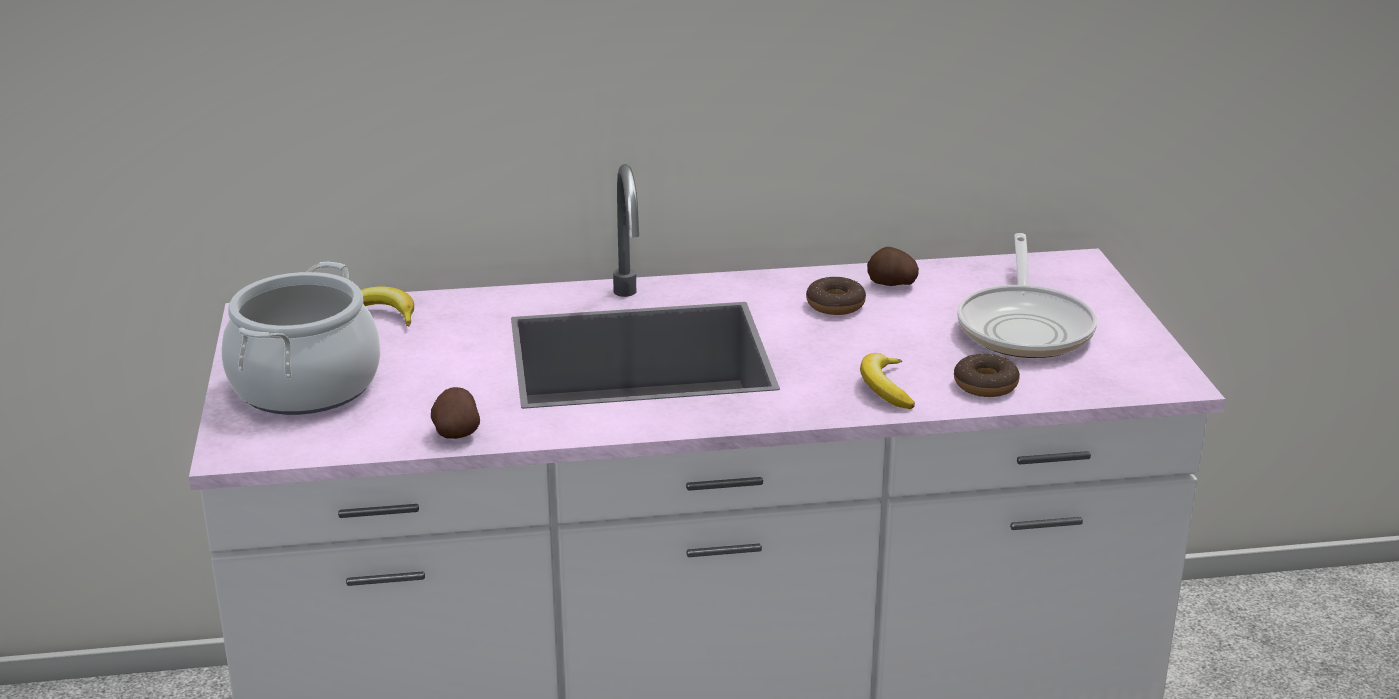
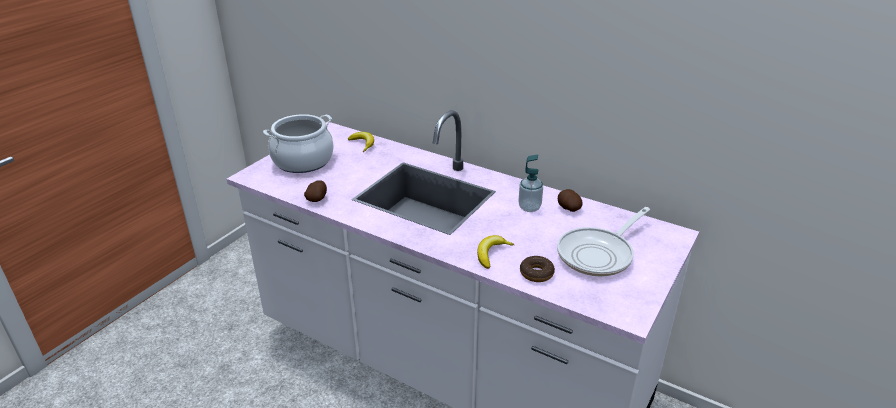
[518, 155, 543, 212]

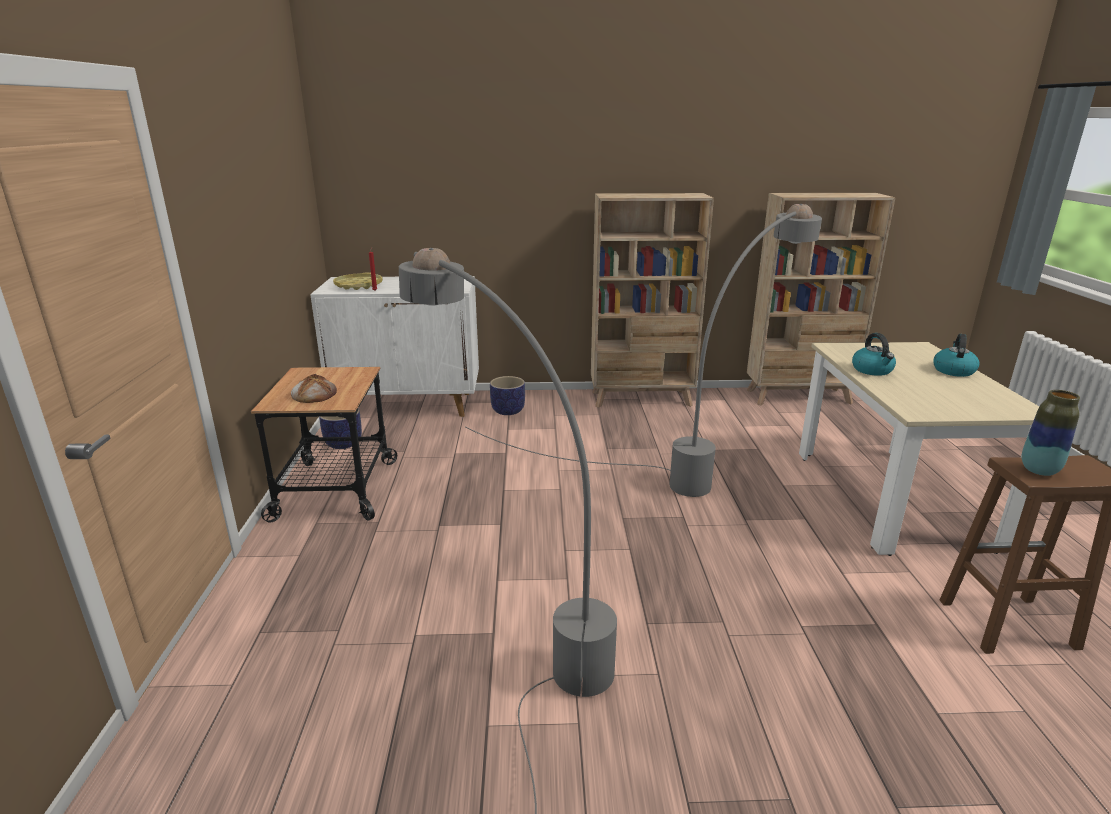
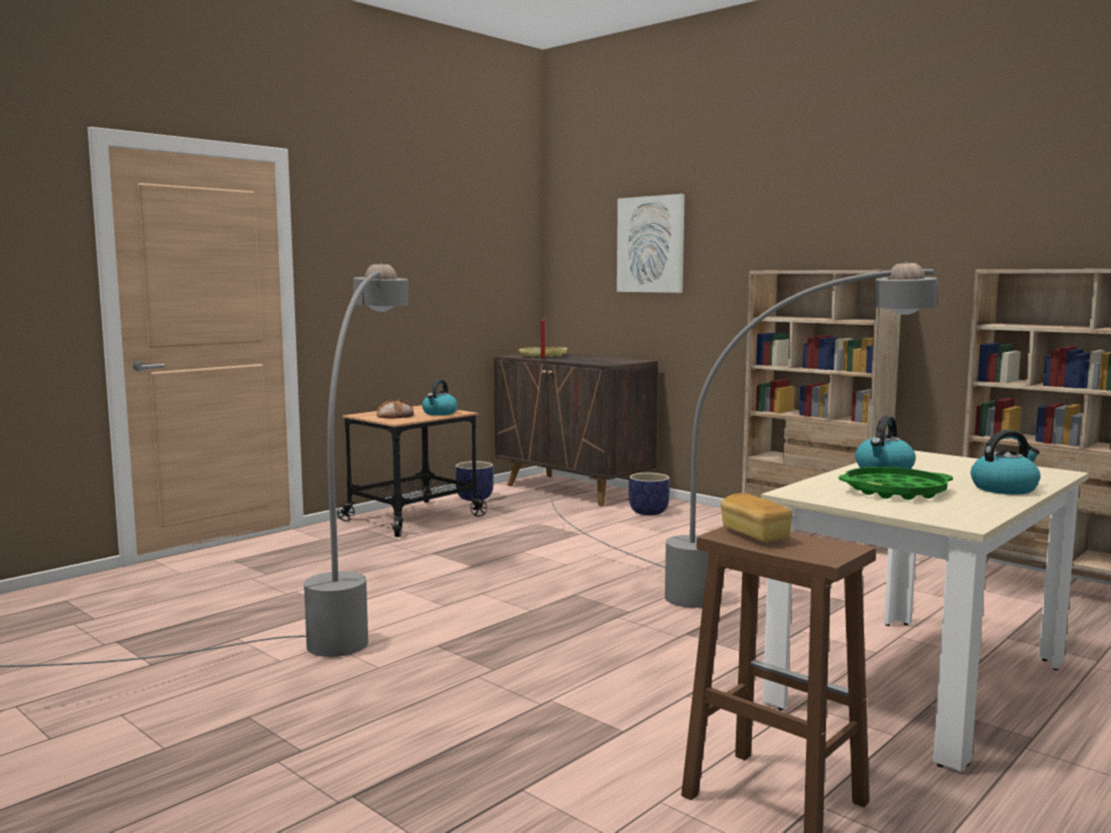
[422, 380, 458, 415]
[617, 194, 685, 293]
[839, 467, 953, 500]
[721, 493, 792, 542]
[494, 354, 658, 506]

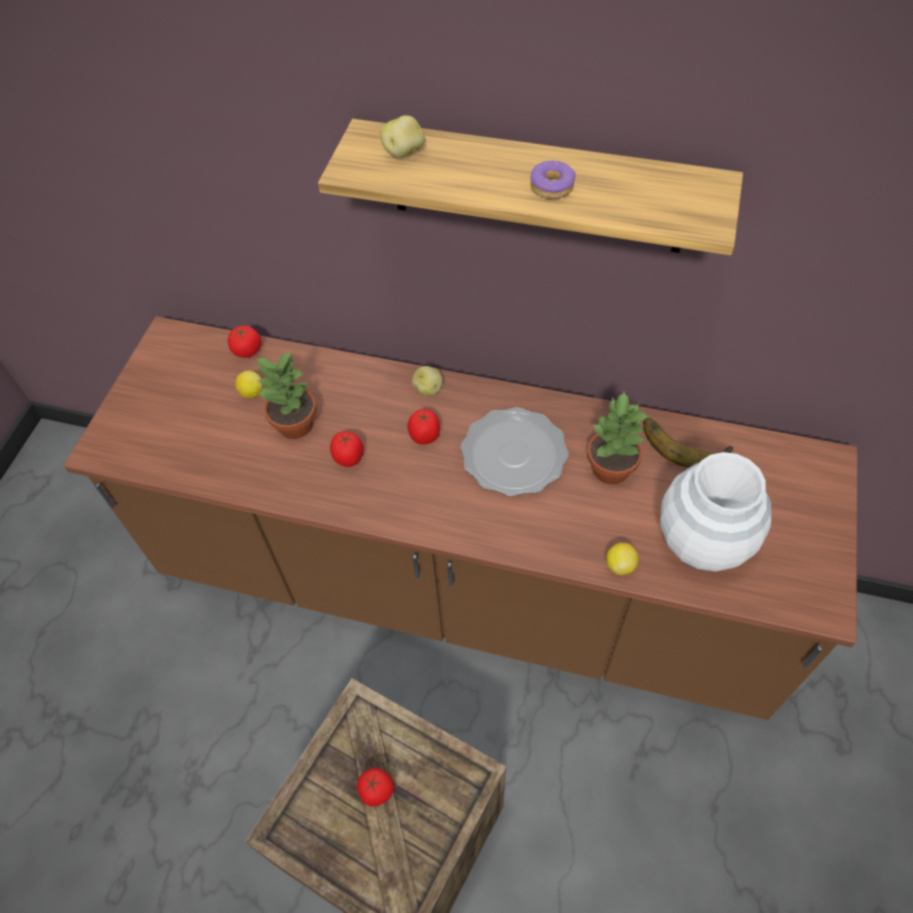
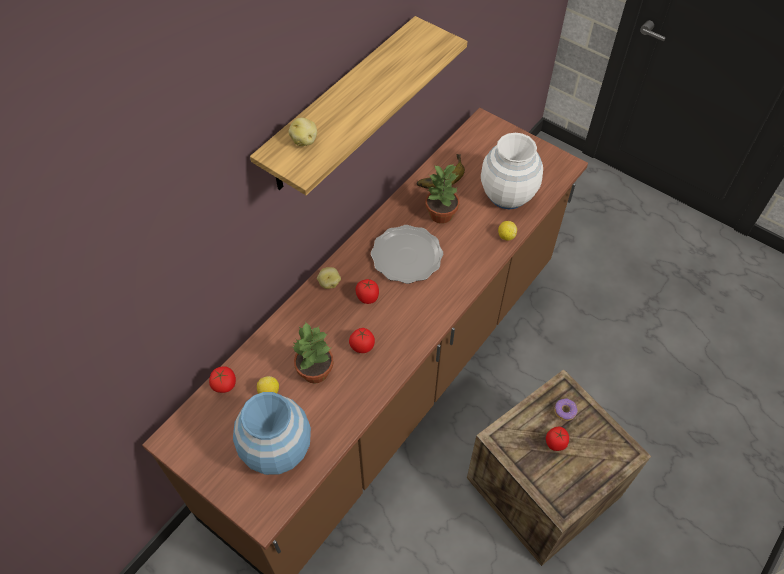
[233, 392, 311, 475]
[554, 399, 577, 421]

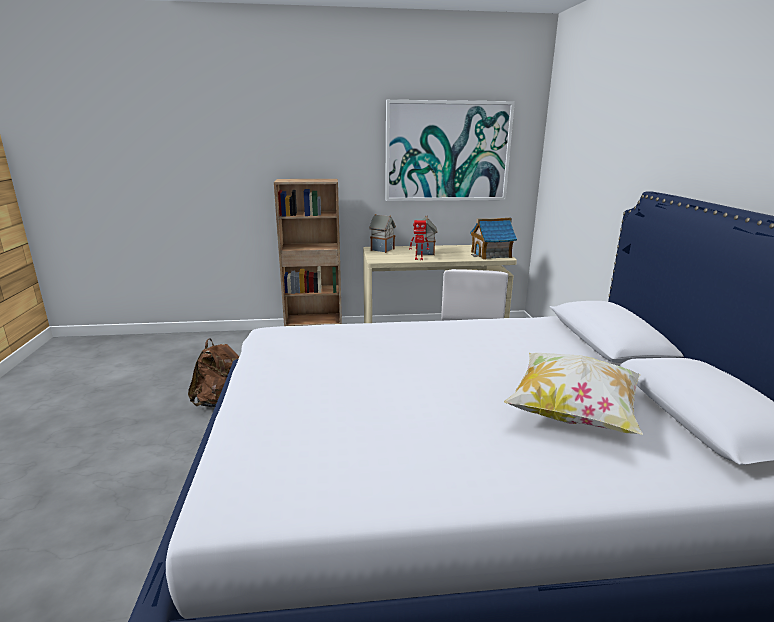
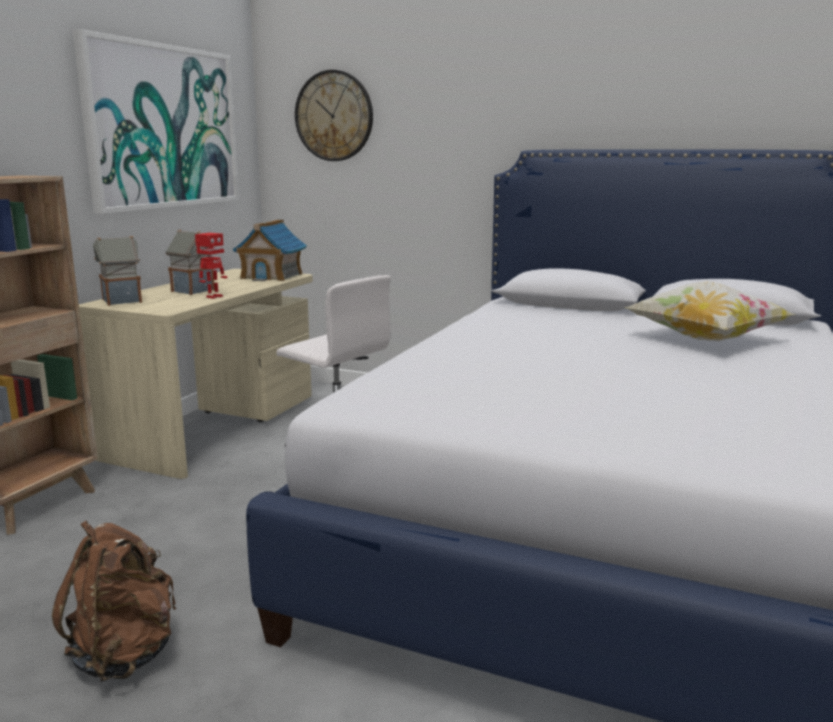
[295, 70, 373, 161]

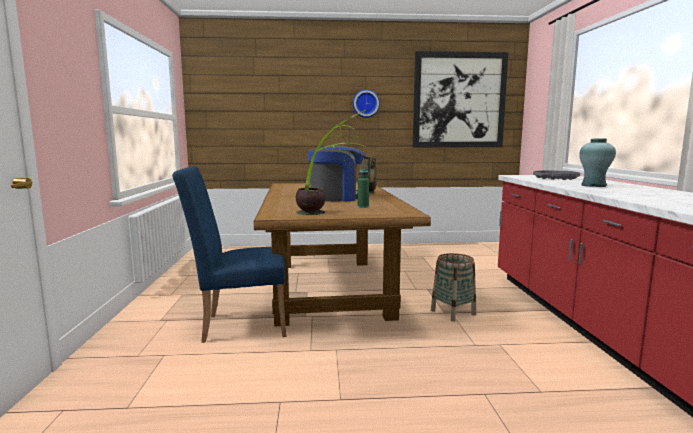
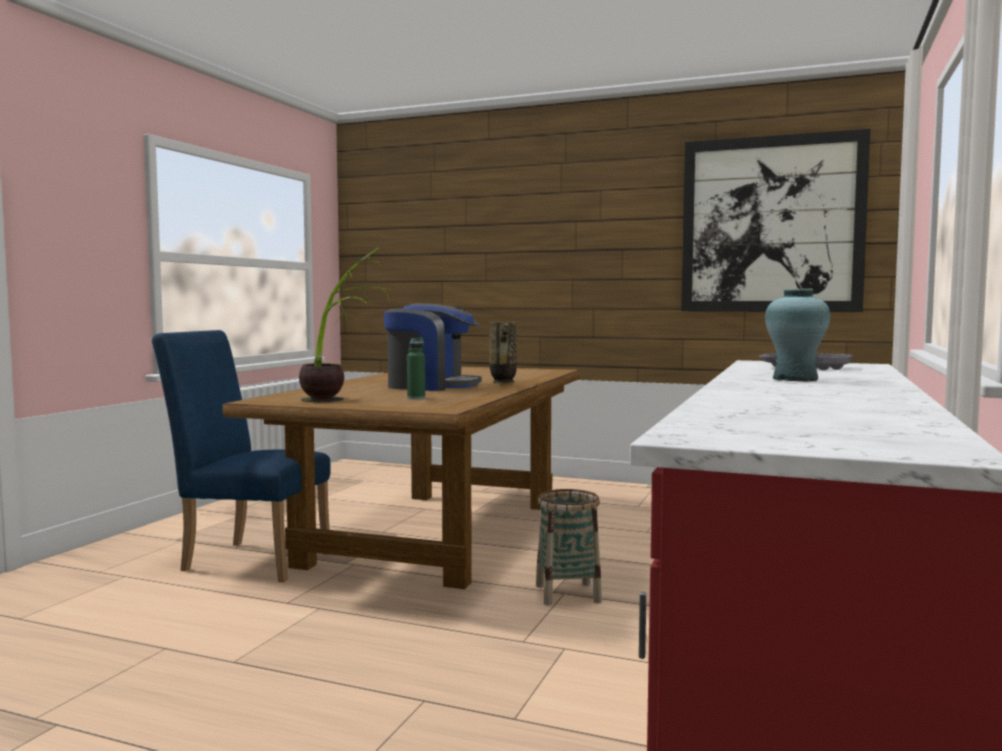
[352, 89, 380, 118] (first image)

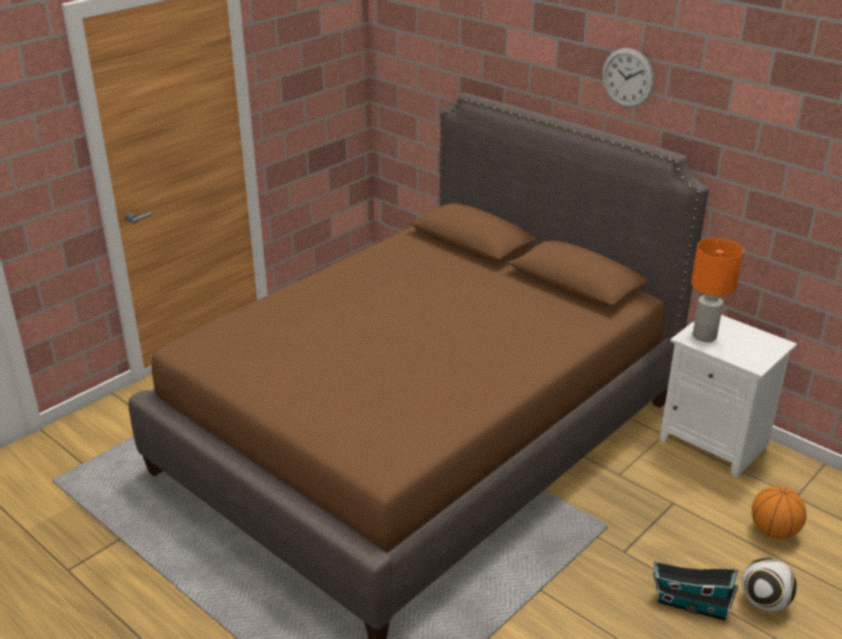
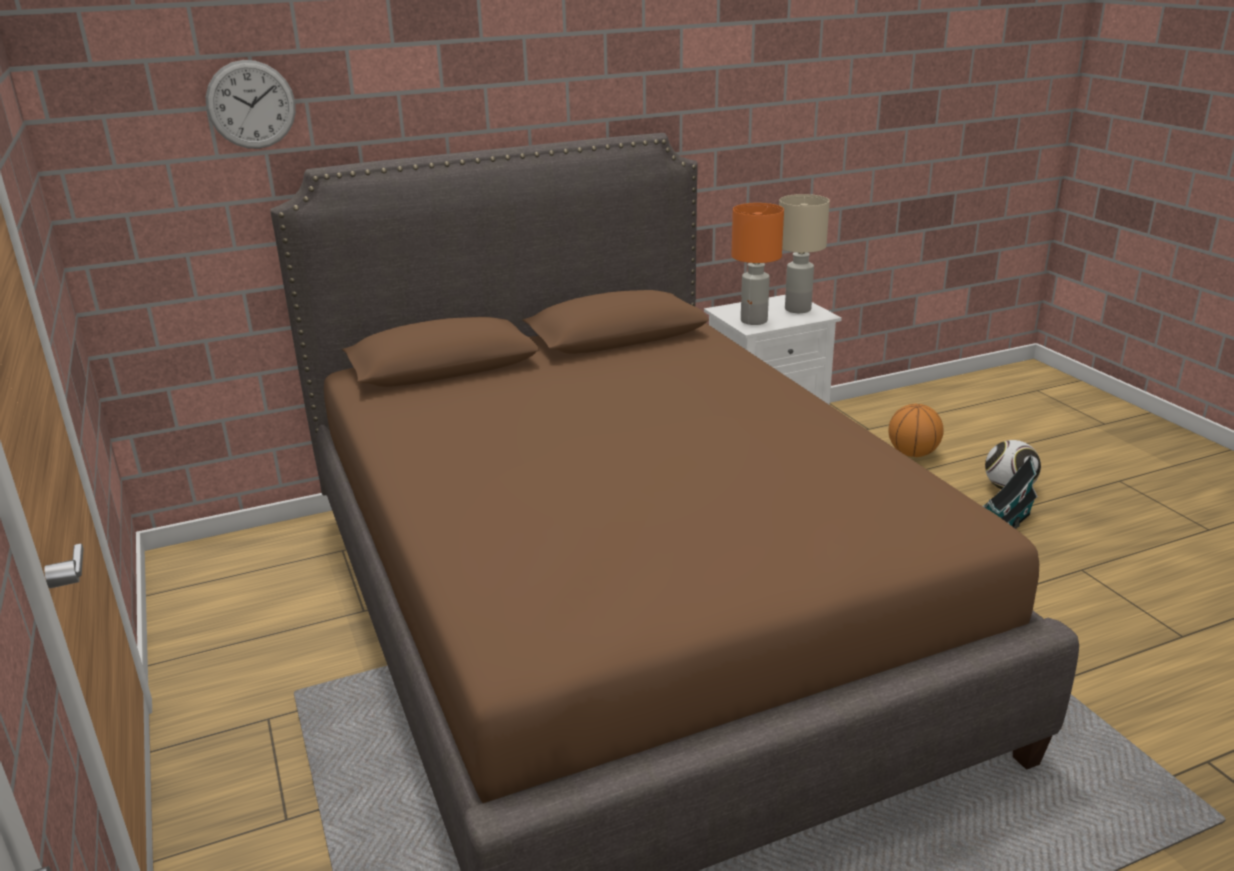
[779, 194, 830, 313]
[206, 60, 296, 149]

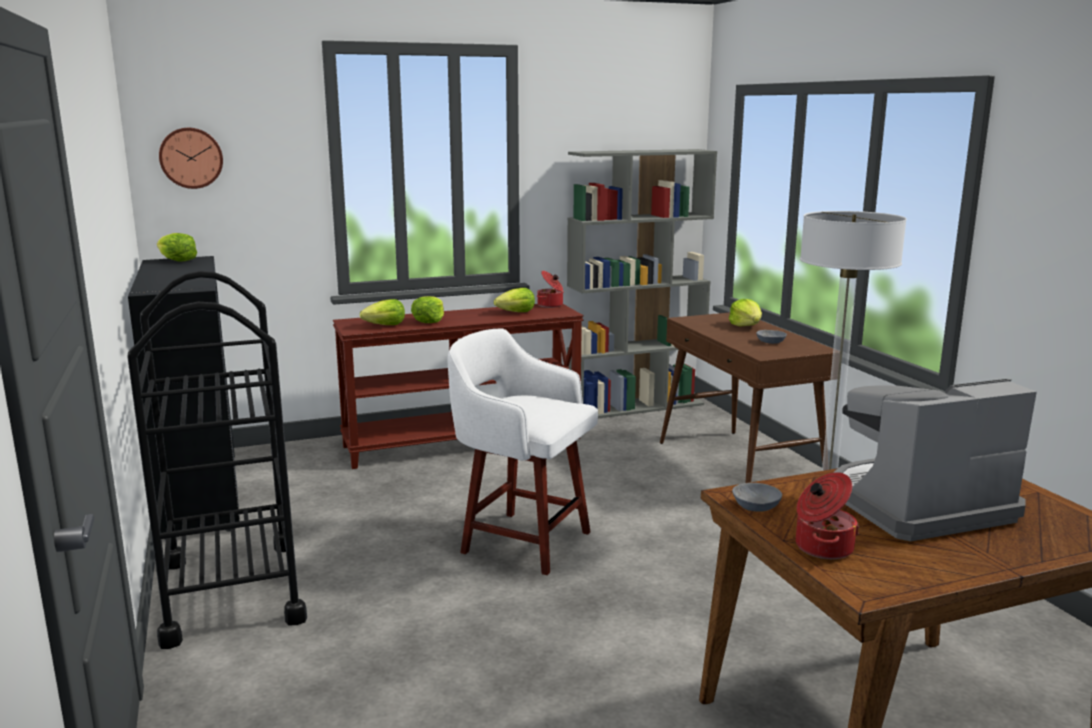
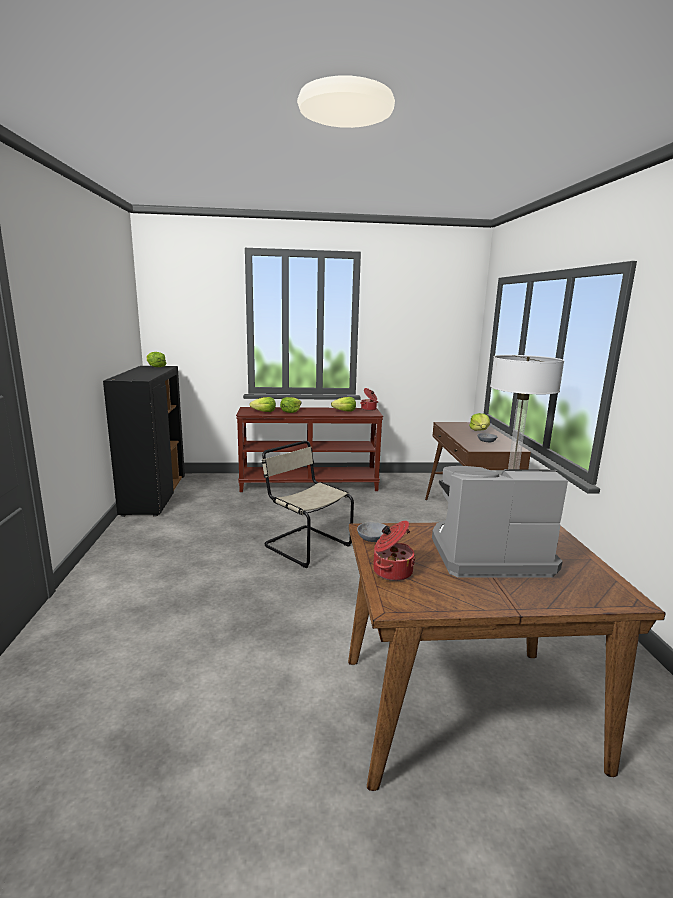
[127, 271, 307, 649] (first image)
[159, 128, 223, 189] (first image)
[567, 149, 717, 419] (first image)
[262, 441, 354, 568]

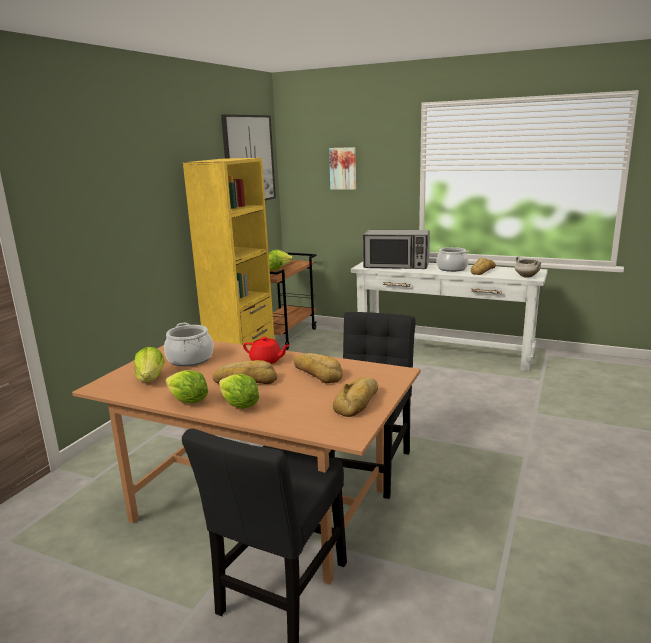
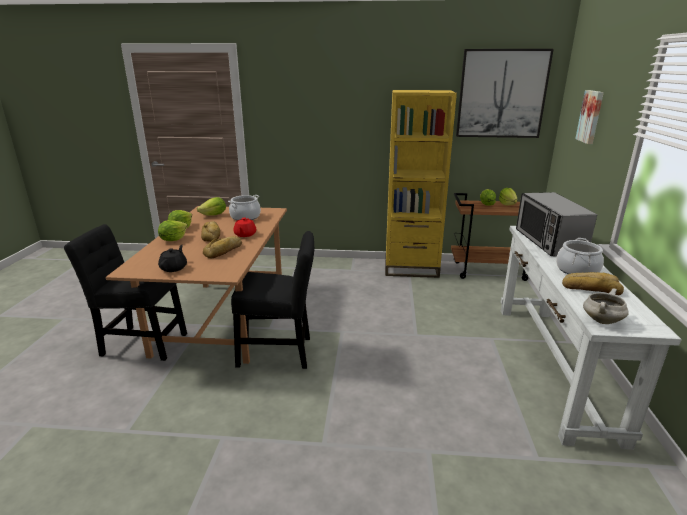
[158, 245, 187, 272]

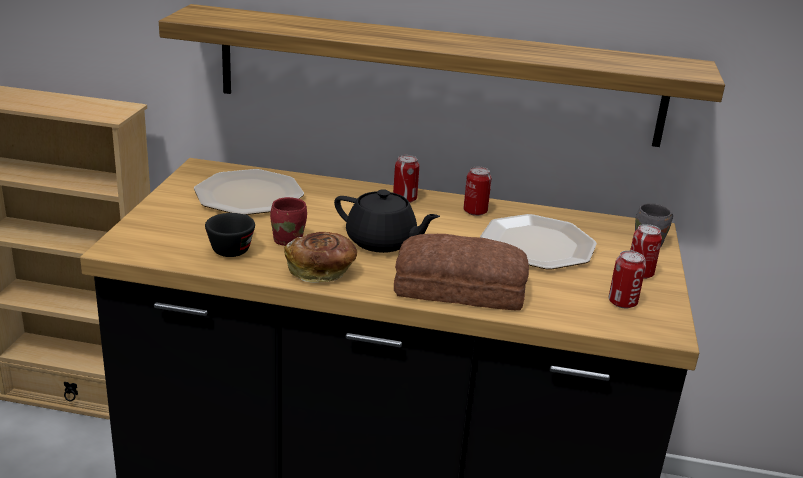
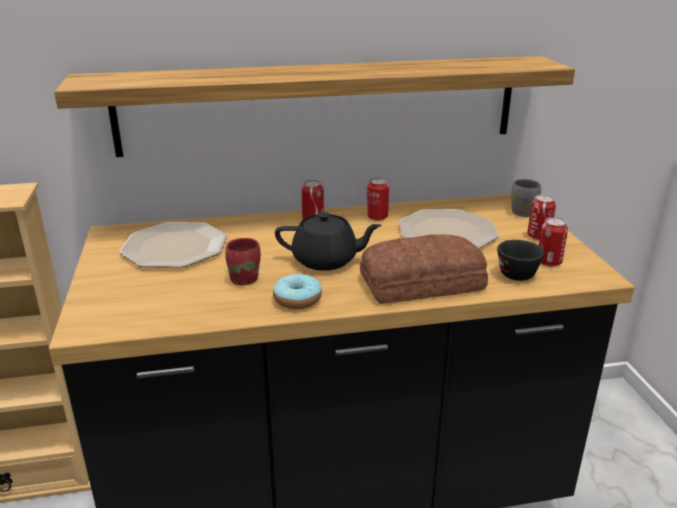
[497, 240, 544, 281]
[273, 274, 322, 309]

